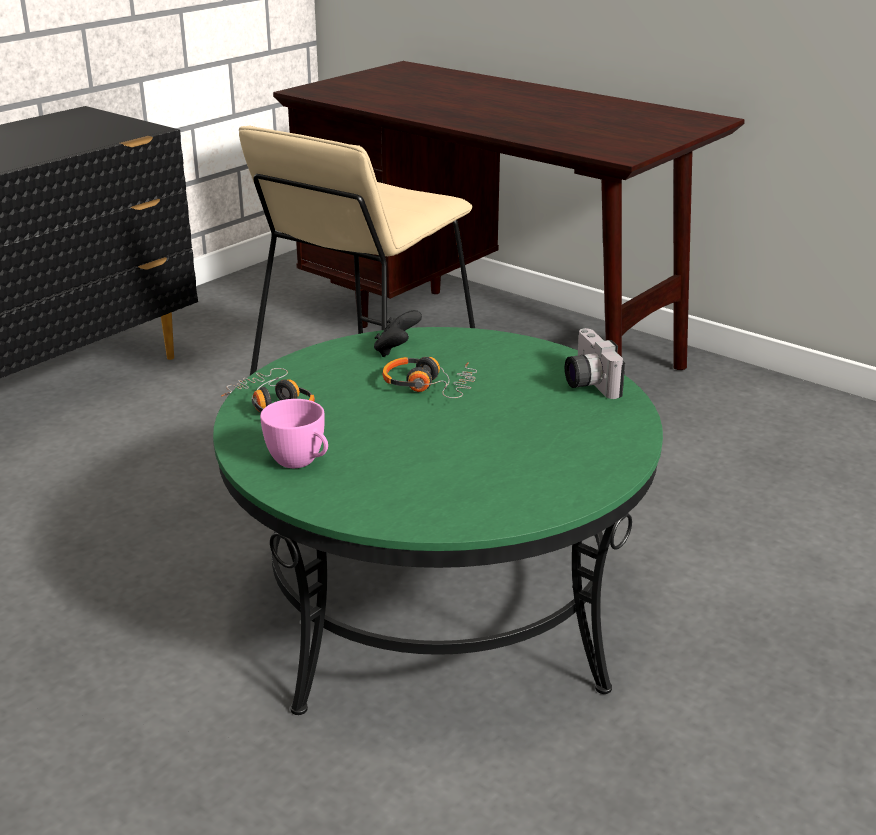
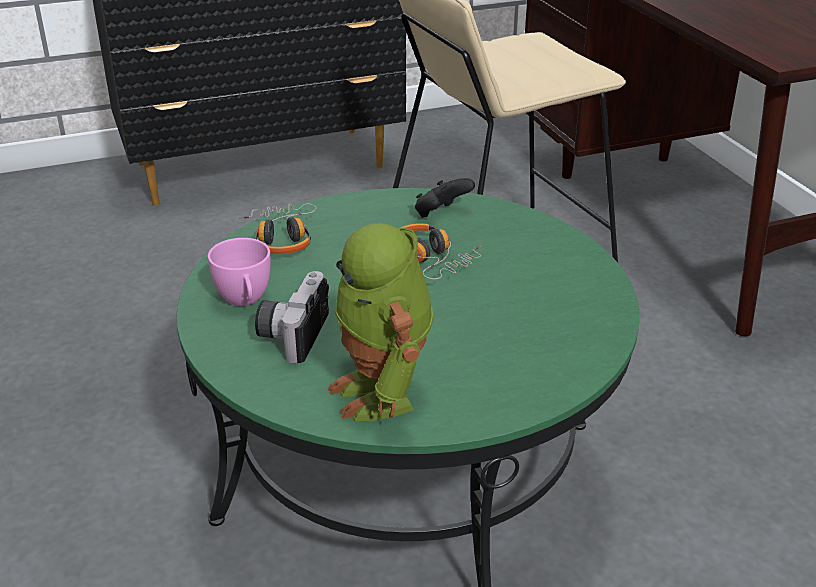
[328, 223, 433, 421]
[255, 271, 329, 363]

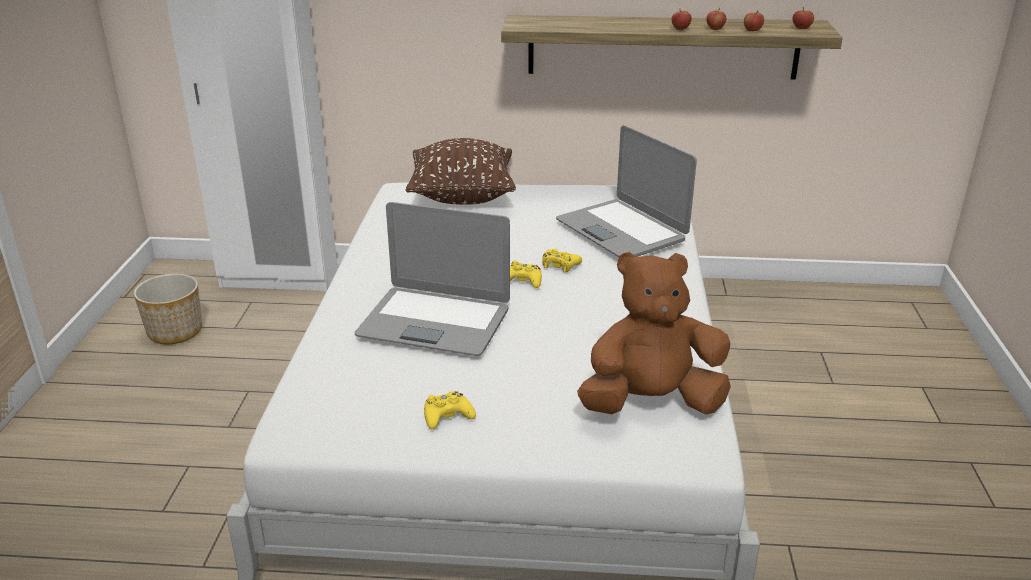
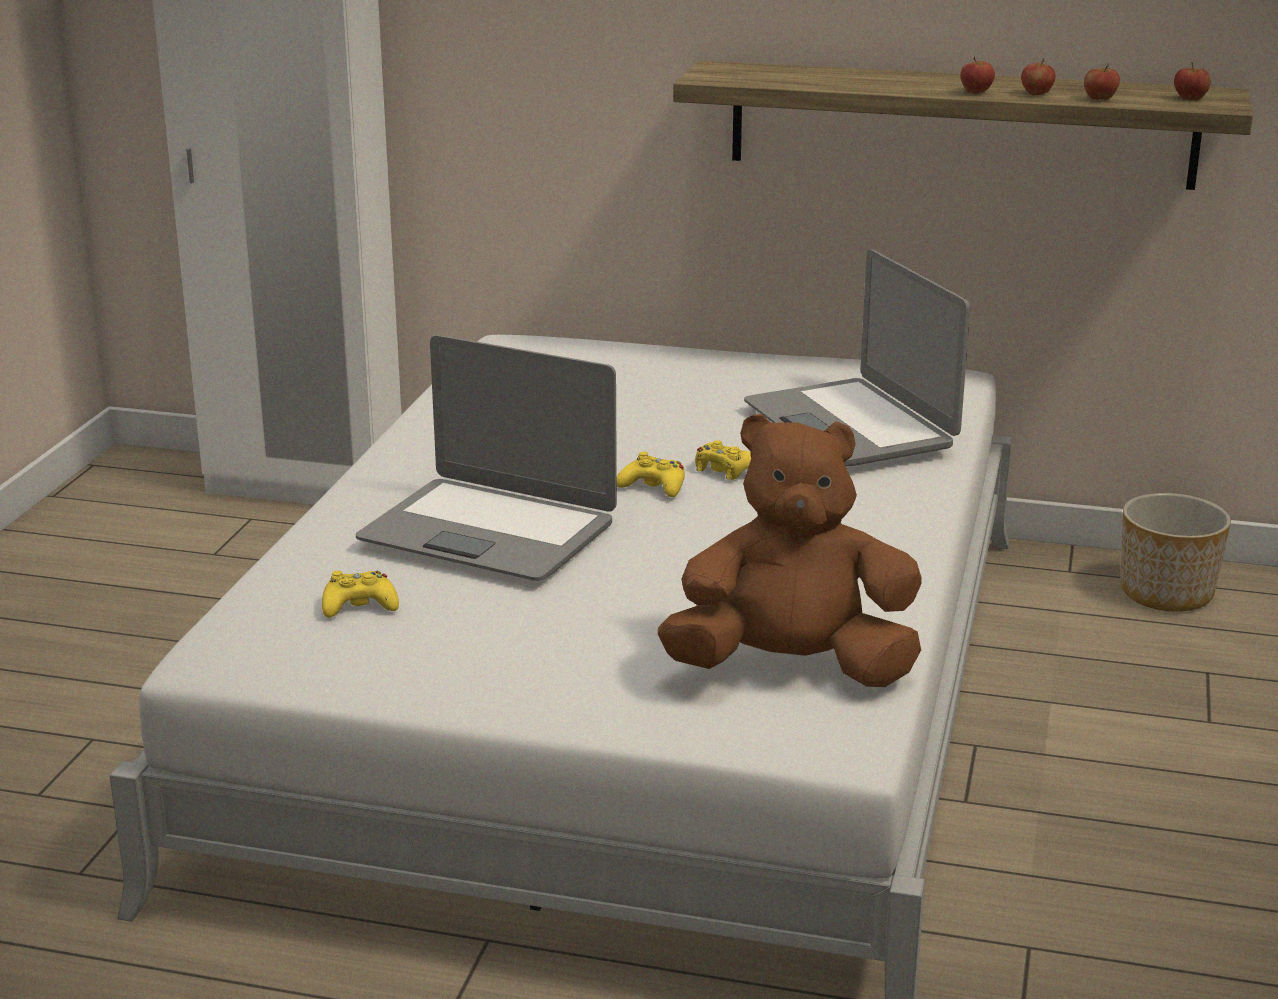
[406, 138, 516, 205] (first image)
[1120, 493, 1231, 612]
[322, 571, 399, 618]

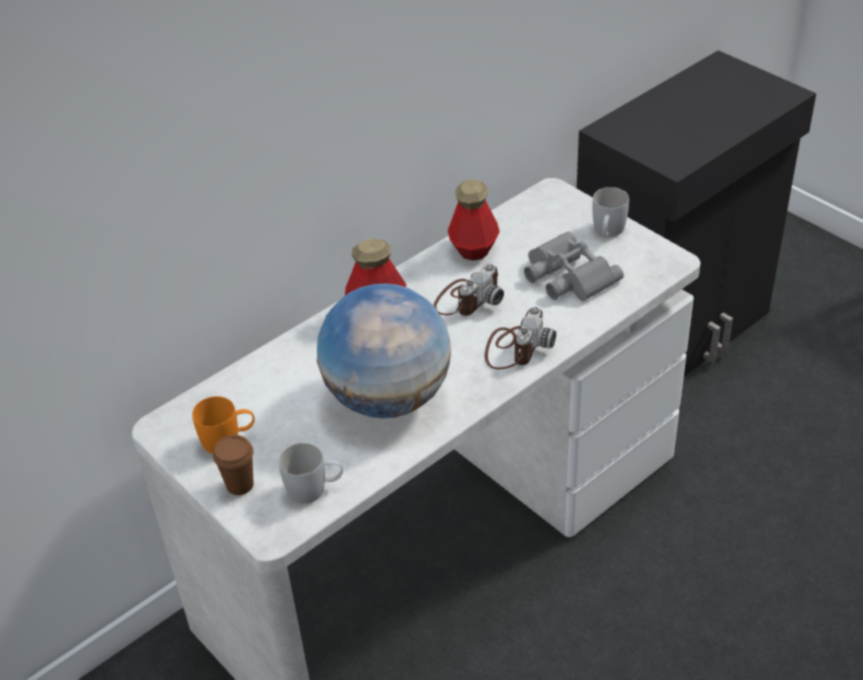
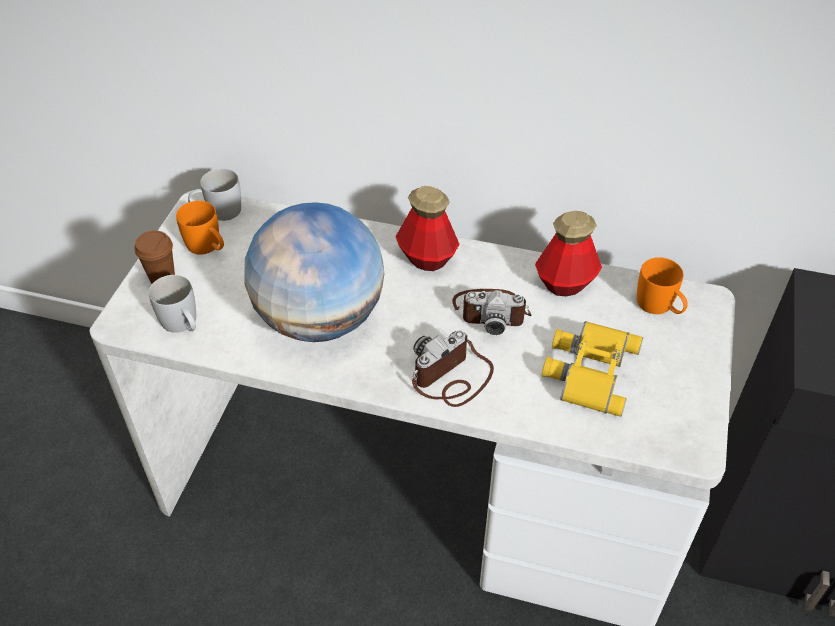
[637, 257, 688, 314]
[188, 169, 241, 221]
[542, 321, 643, 417]
[412, 330, 494, 407]

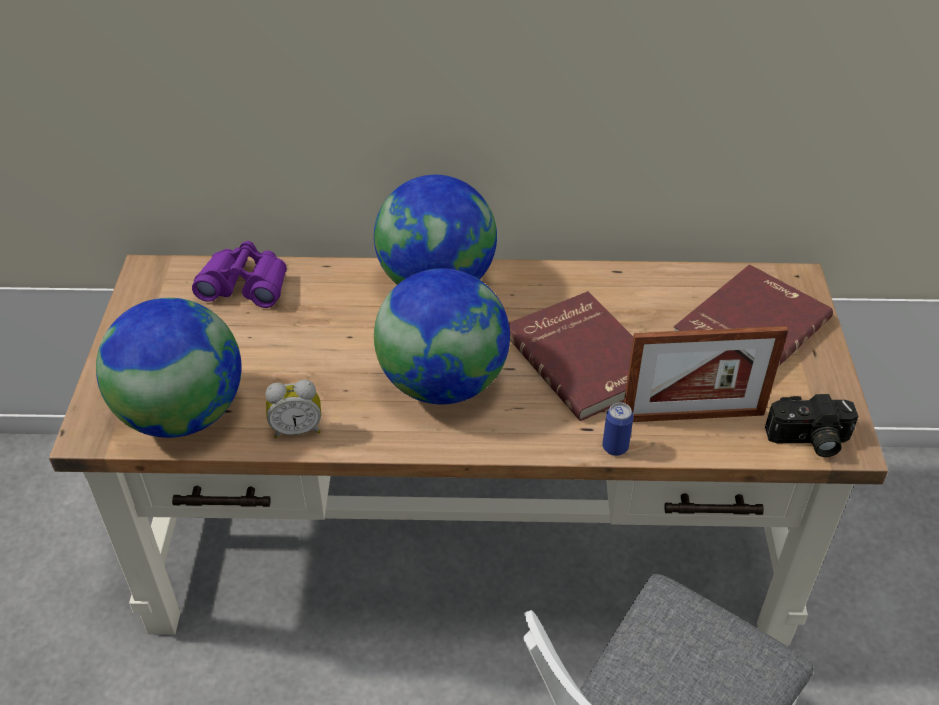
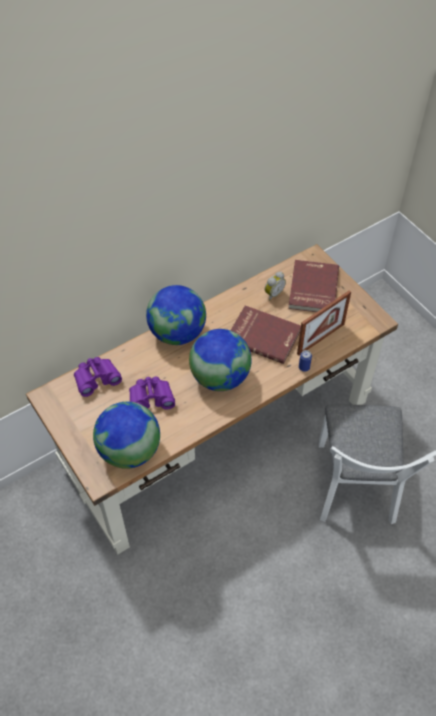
[765, 394, 858, 457] (first image)
[129, 377, 175, 410]
[265, 272, 286, 300]

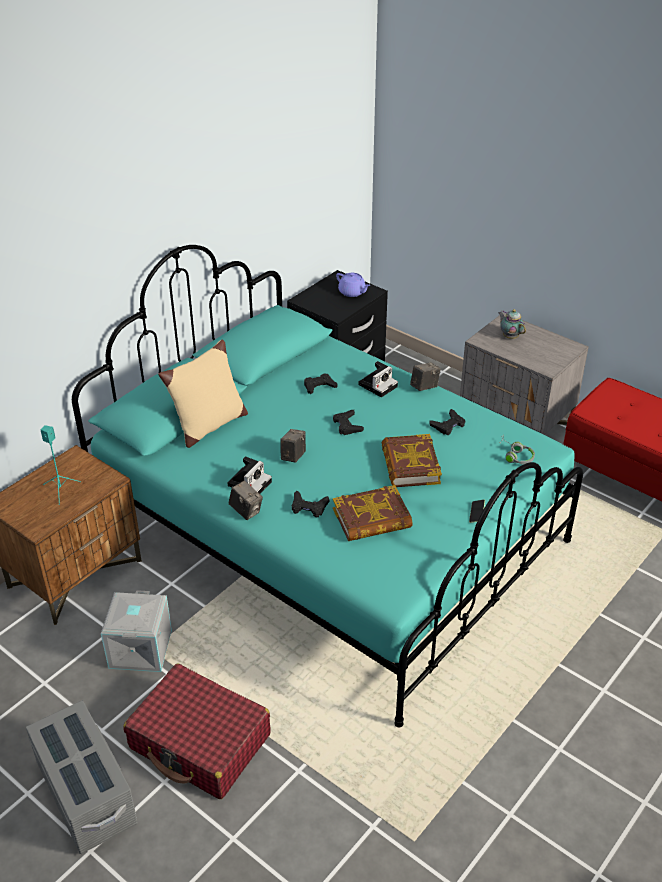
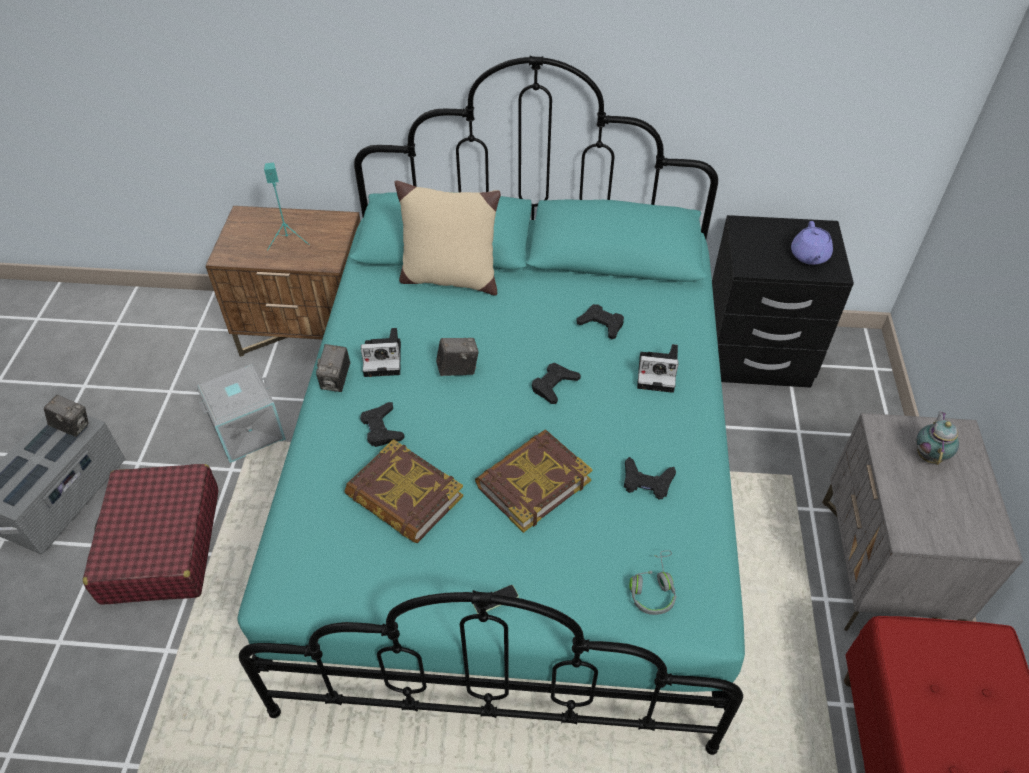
[44, 395, 89, 437]

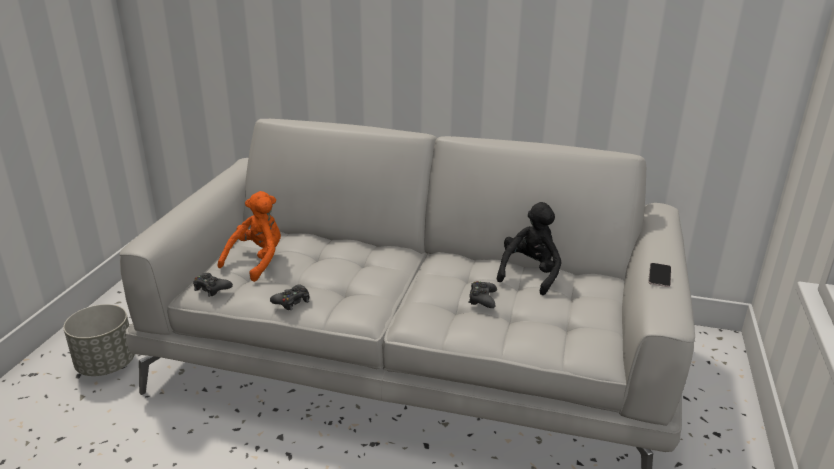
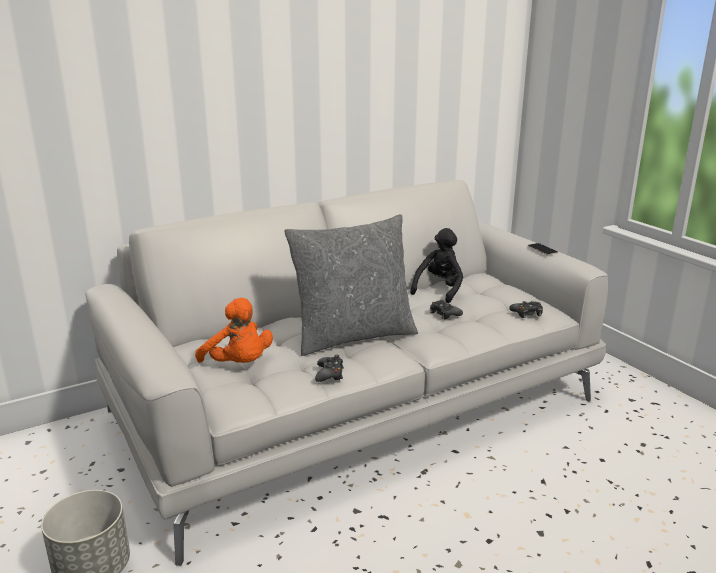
[284, 214, 418, 356]
[509, 301, 543, 318]
[195, 298, 273, 363]
[410, 228, 463, 303]

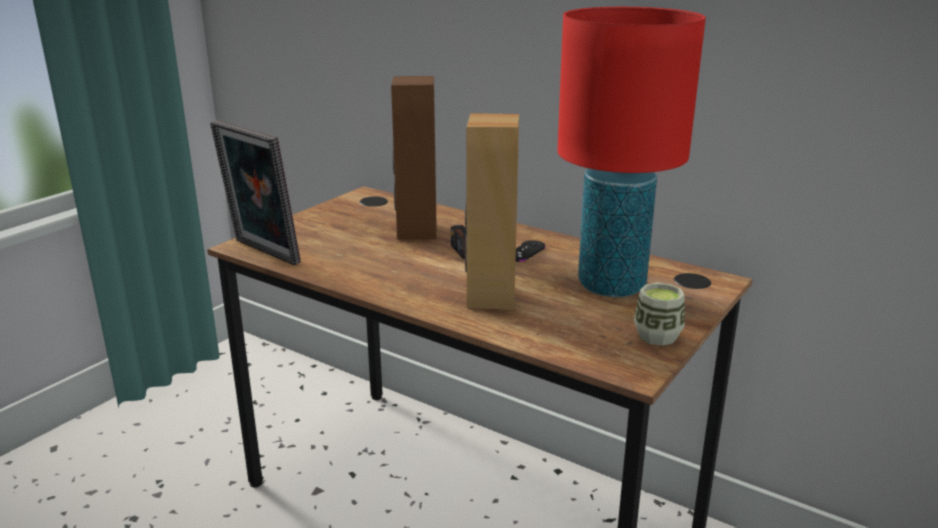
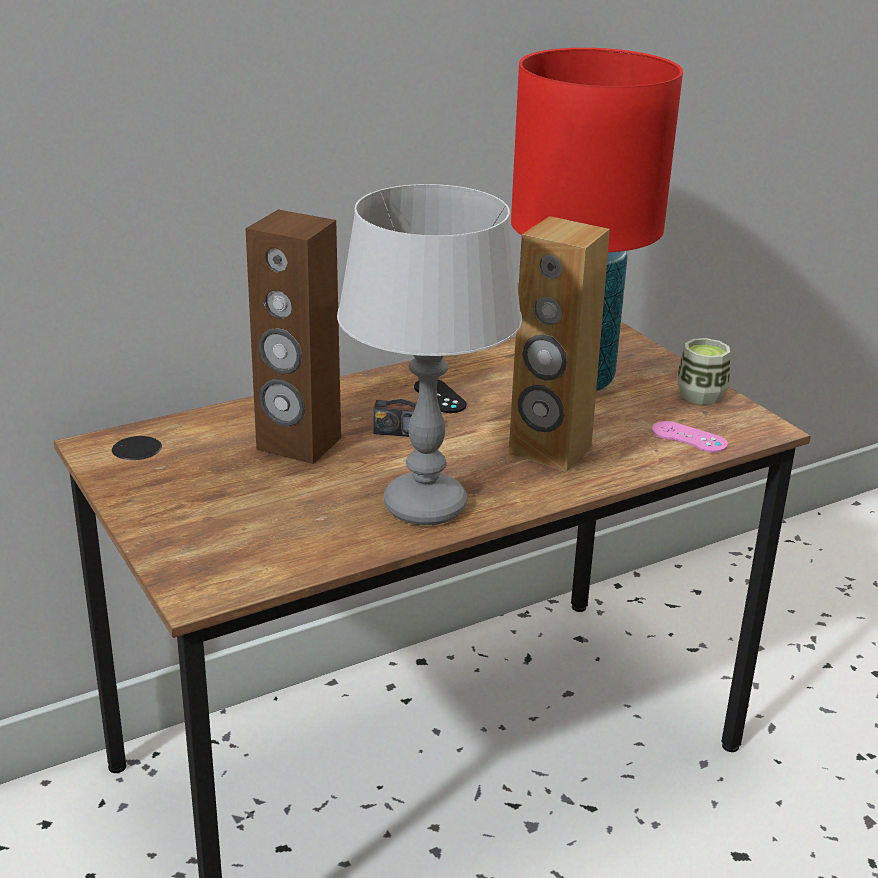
[210, 120, 301, 265] (first image)
[337, 184, 522, 525]
[652, 421, 728, 453]

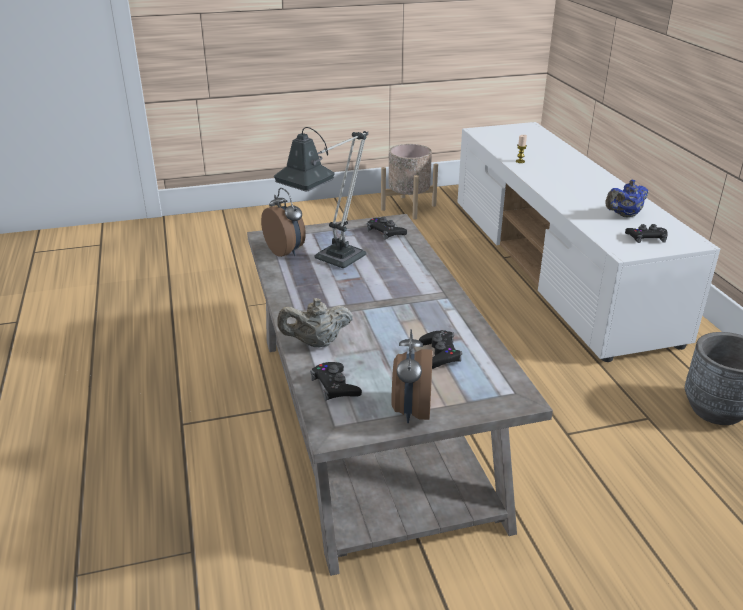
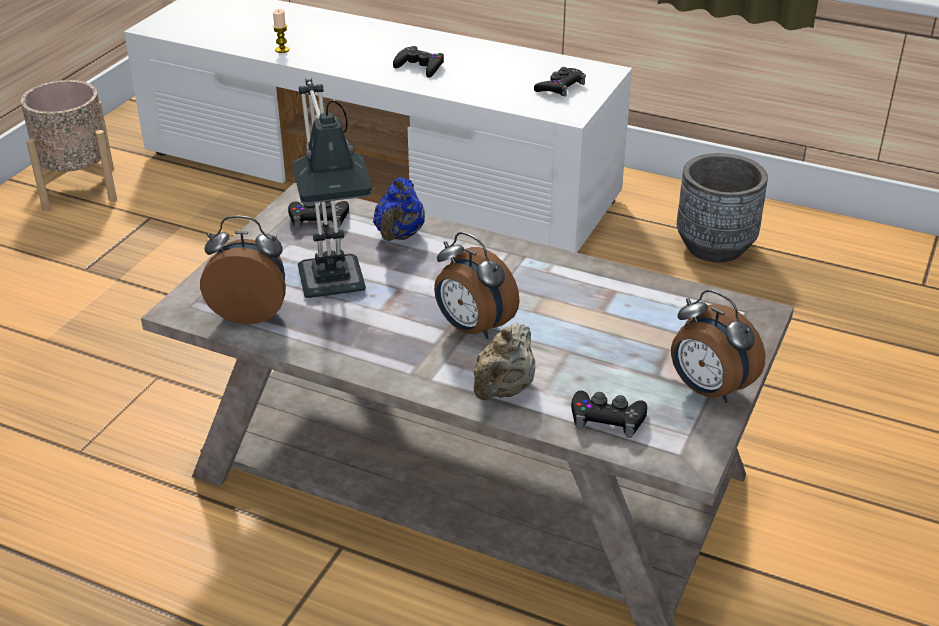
[434, 232, 520, 339]
[393, 46, 444, 78]
[373, 177, 425, 241]

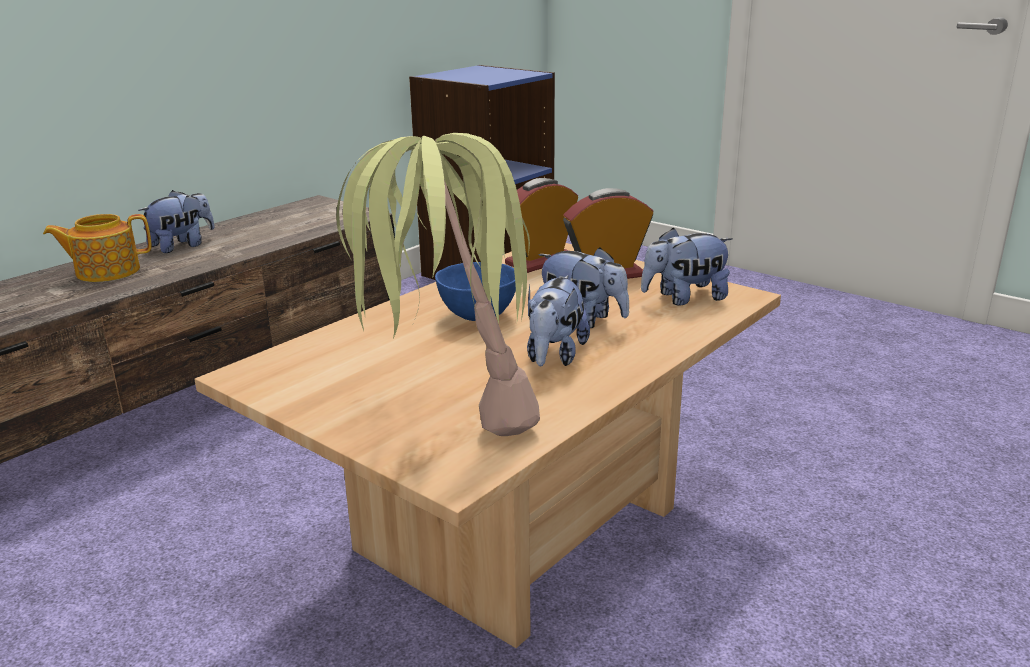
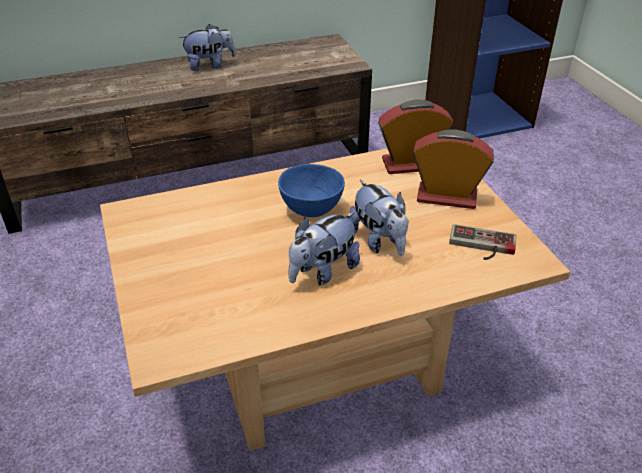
[43, 214, 151, 282] (first image)
[336, 133, 540, 436] (first image)
[449, 224, 516, 260]

